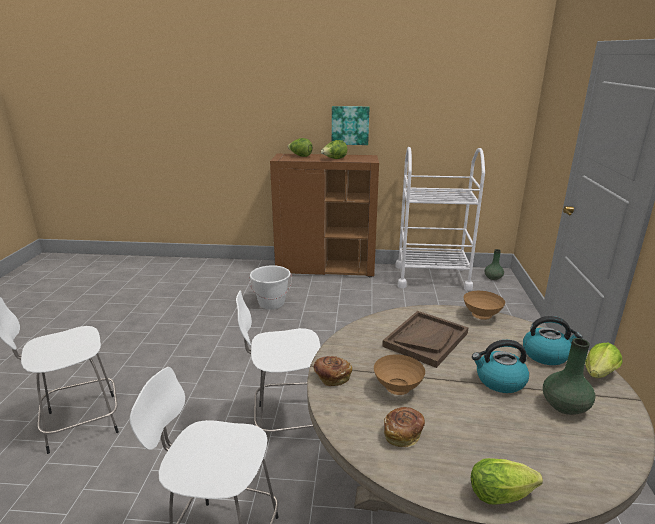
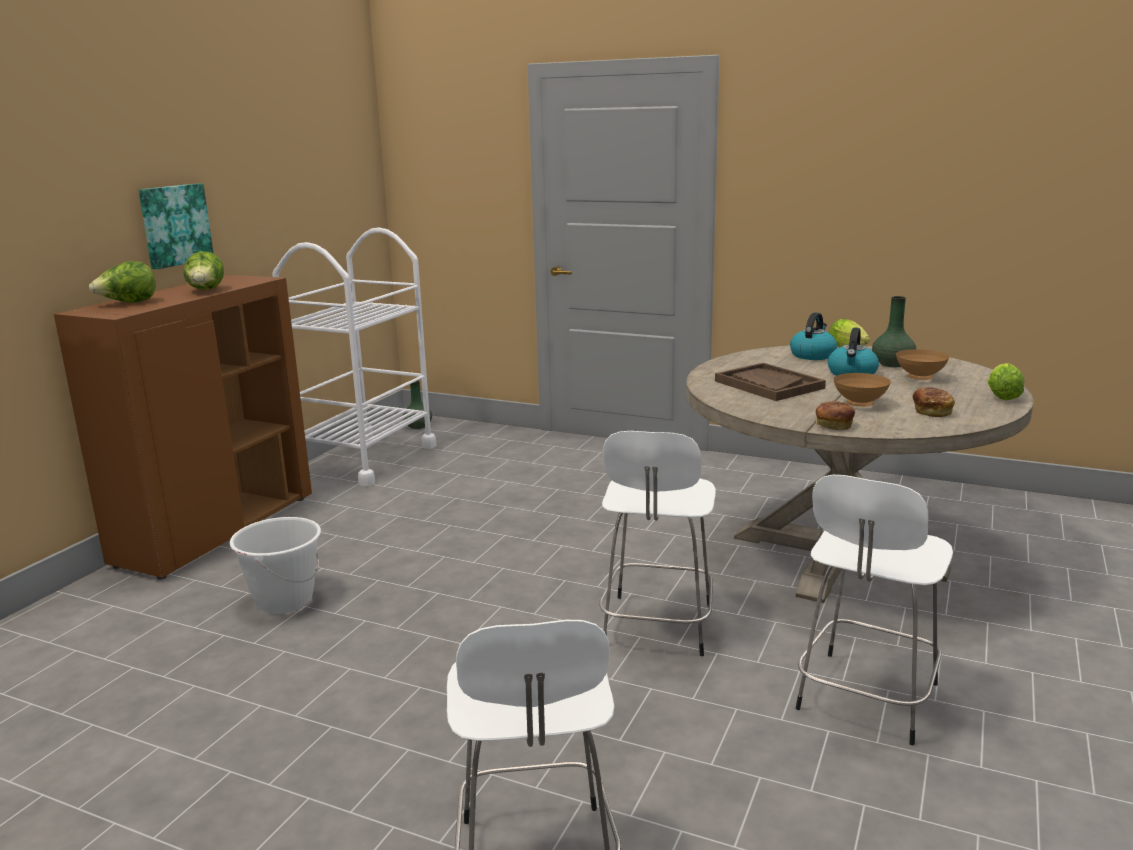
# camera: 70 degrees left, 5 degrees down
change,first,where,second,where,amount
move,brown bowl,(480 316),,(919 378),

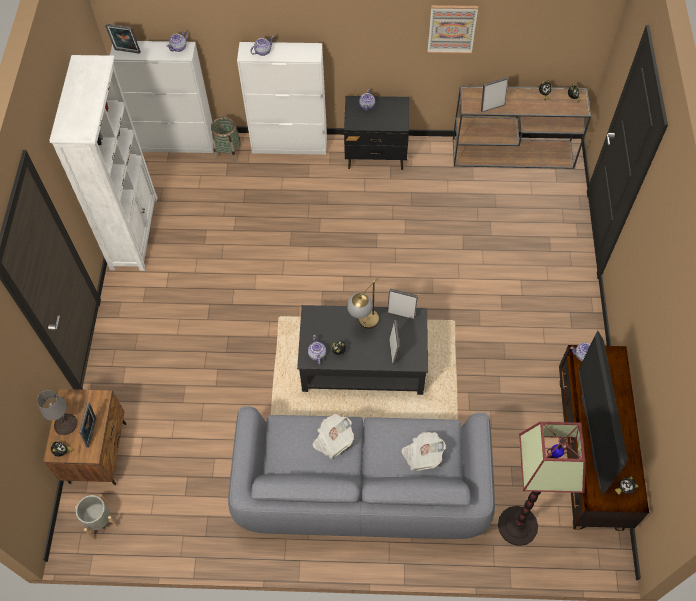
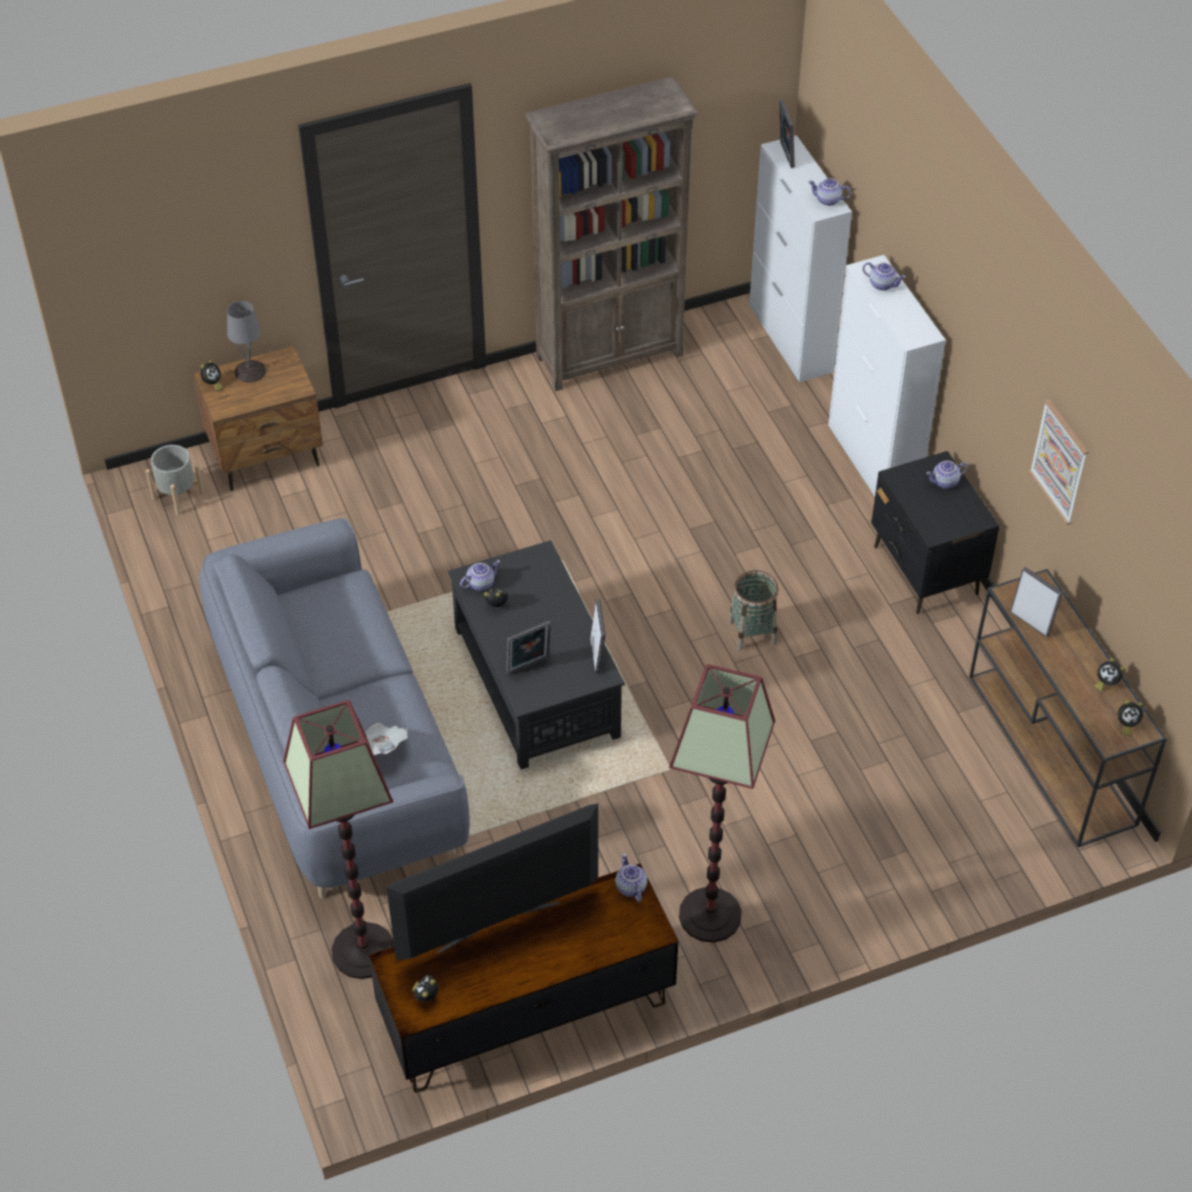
# camera: 65 degrees right, 10 degrees down
change,first,where,second,where,amount
recolor,white bookcase,(134 232),brown bookcase,(610 355),
move,basket,(228 151),,(752 632),
delete,table lamp,(363 325),,,
delete,picture frame,(93 433),,,
delete,newspaper,(332 440),,,
insert,,,floor lamp,(709 914),

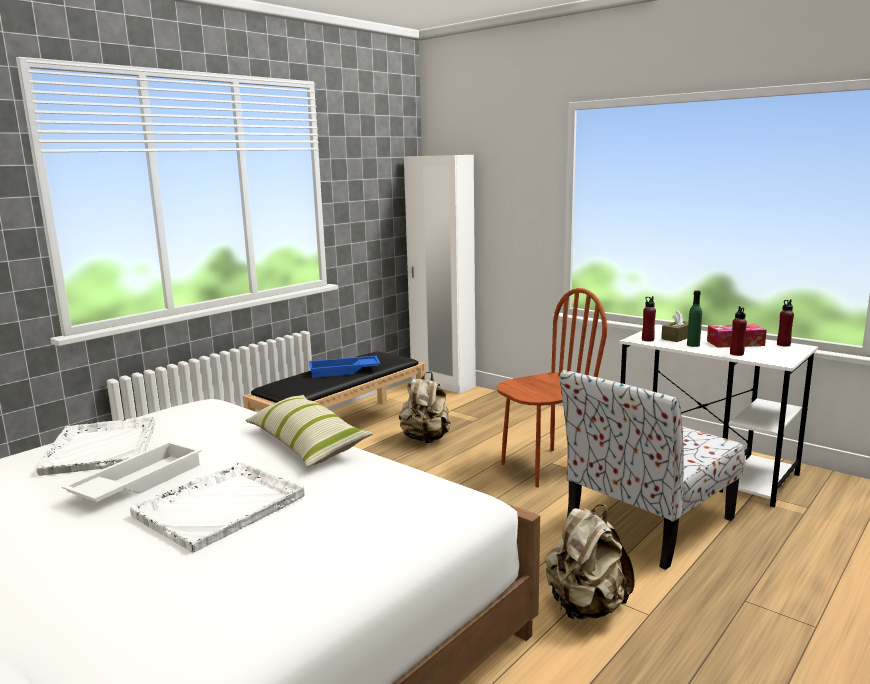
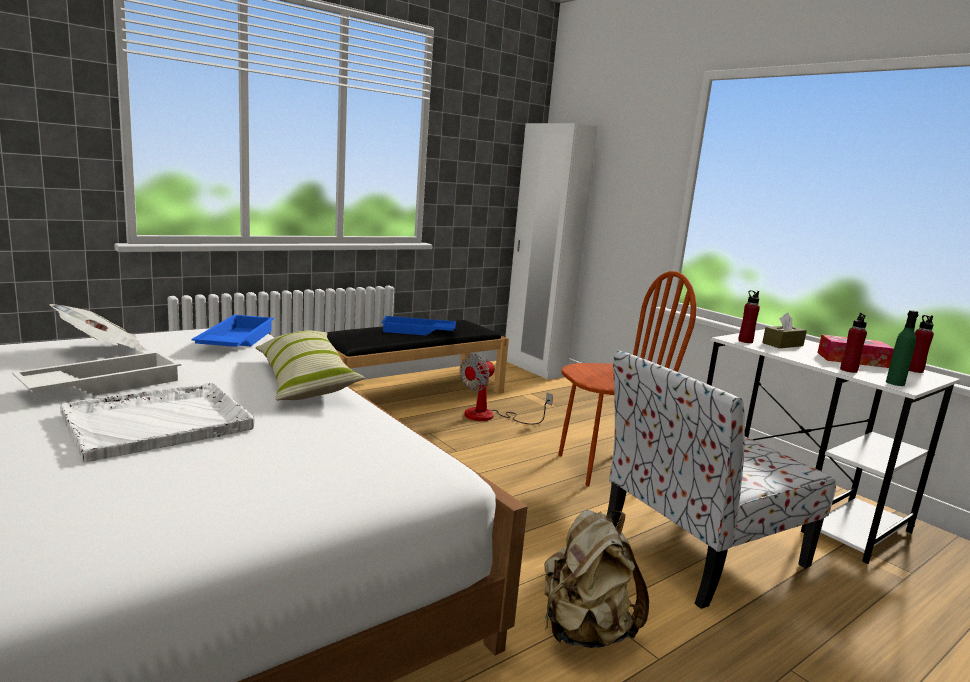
# camera: 10 degrees right, 0 degrees up
change,first,where,second,where,amount
move,green bottle,(693 345),,(895 383),
replace,beige backpack,(426 439),fan,(490 416),
replace,white tray,(102 447),newspaper,(103 349),
insert,,,blue tray,(235 341),

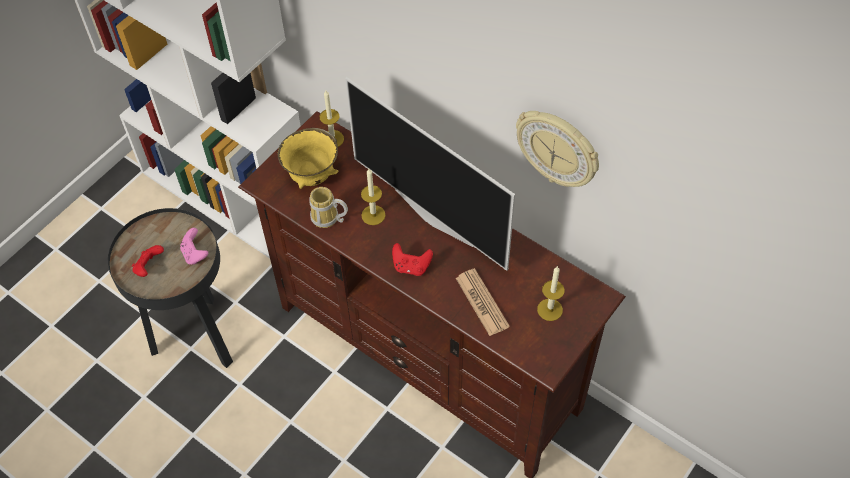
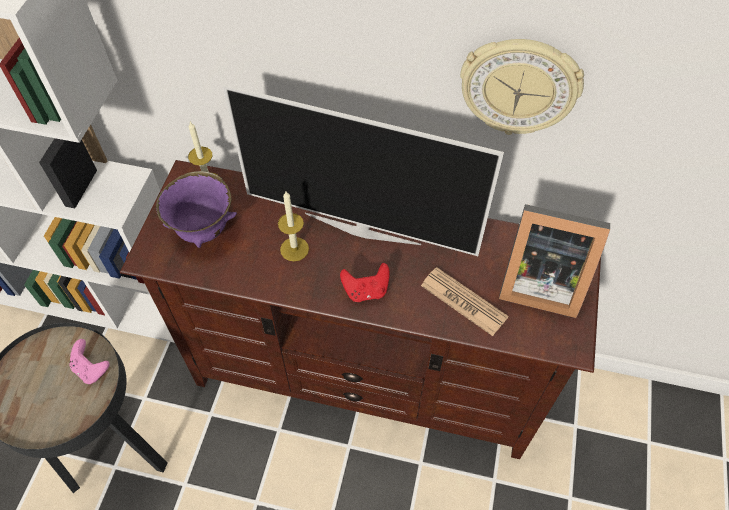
# camera: 25 degrees left, 0 degrees up
change,first,where,second,where,amount
recolor,yellow bowl,(312 176),purple bowl,(204 230),
delete,mug,(328 220),,,
delete,red game controller,(149 267),,,
replace,candle,(550 309),picture frame,(538 282),

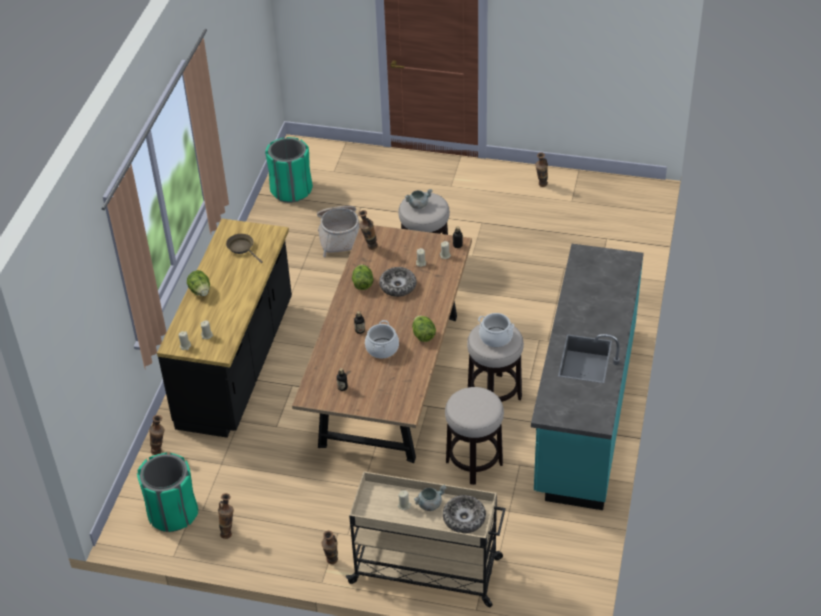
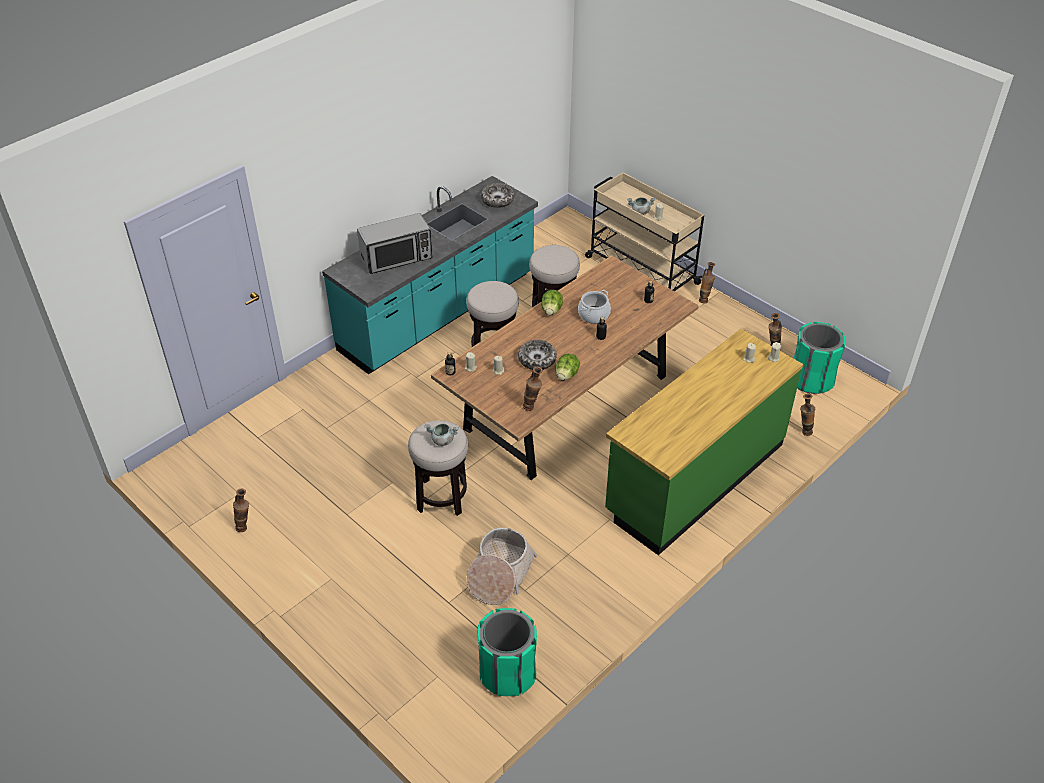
# camera: 150 degrees left, 0 degrees up
change,first,where,second,where,amount
recolor,black counter,(238 364),green counter,(694 478),
delete,brown frying pan,(242 248),,,
delete,lettuce,(200 291),,,
delete,cooking pot,(495 337),,,
move,bowl,(464 518),,(497 200),
insert,,,microwave,(397 258),

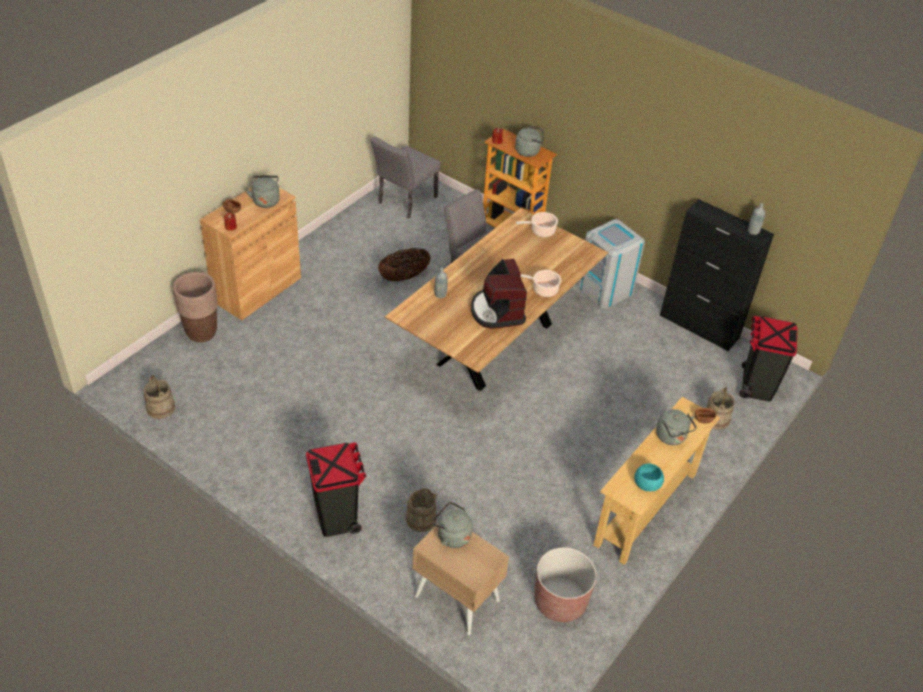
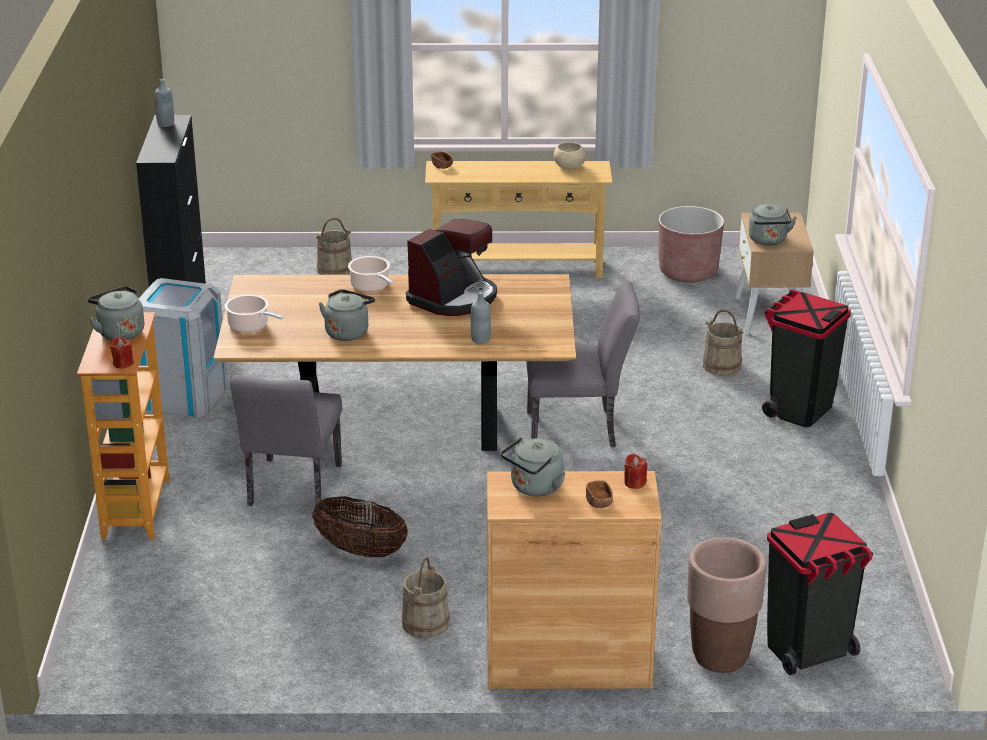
# camera: 125 degrees left, 15 degrees down
change,first,where,second,where,amount
move,grey chair,(404 202),,(579 429),
move,black trash can,(756 386),,(809 651),
move,beige bucket,(161 408),,(425 623),
move,grey kettle,(672 437),,(348 332),
recolor,turquoise bowl,(647 484),beige bowl,(569 167),

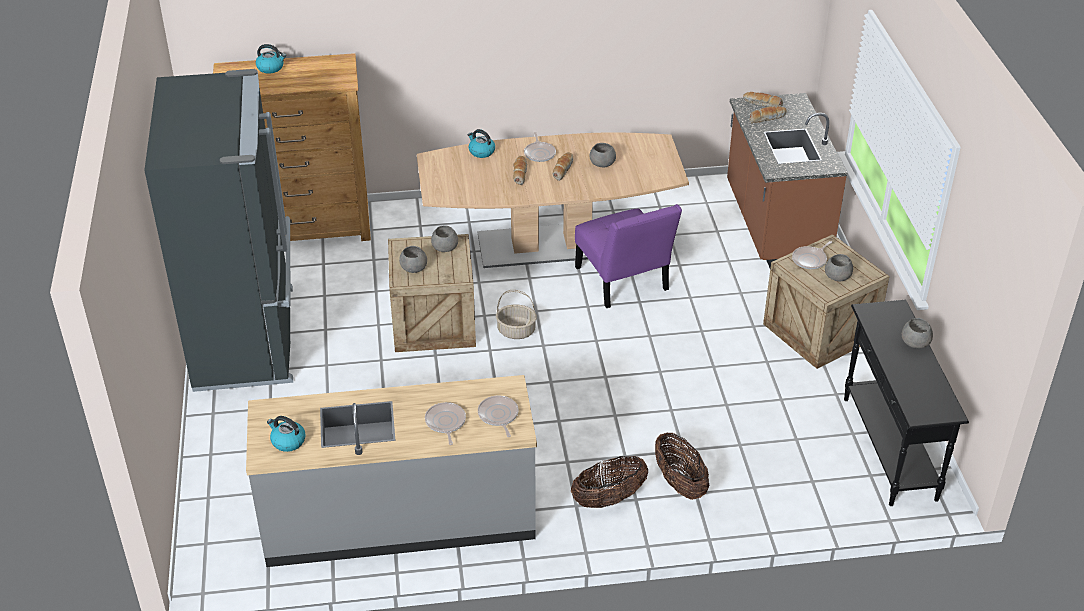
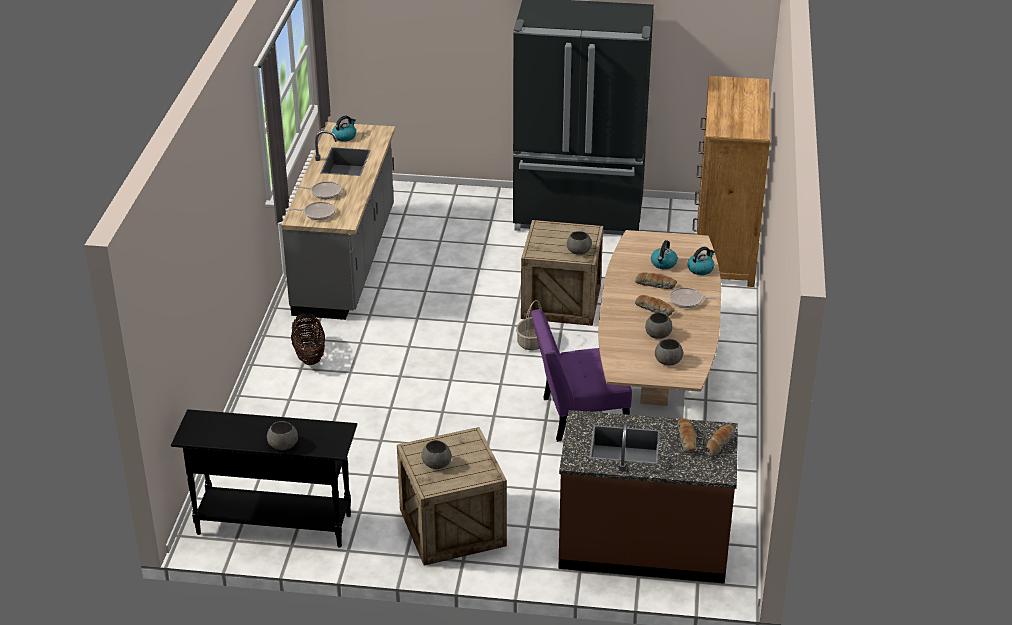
# camera: 105 degrees right, 5 degrees down
change,first,where,second,where,amount
move,kettle,(271 68),,(663 264),
delete,frying pan,(810 259),,,
move,grey bowl,(414 268),,(667 361),
delete,basket,(680 483),,,

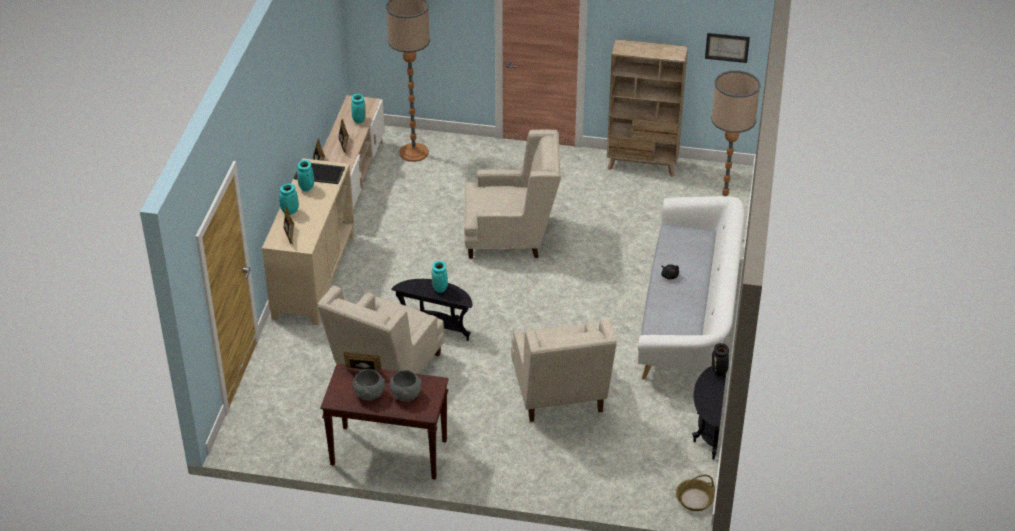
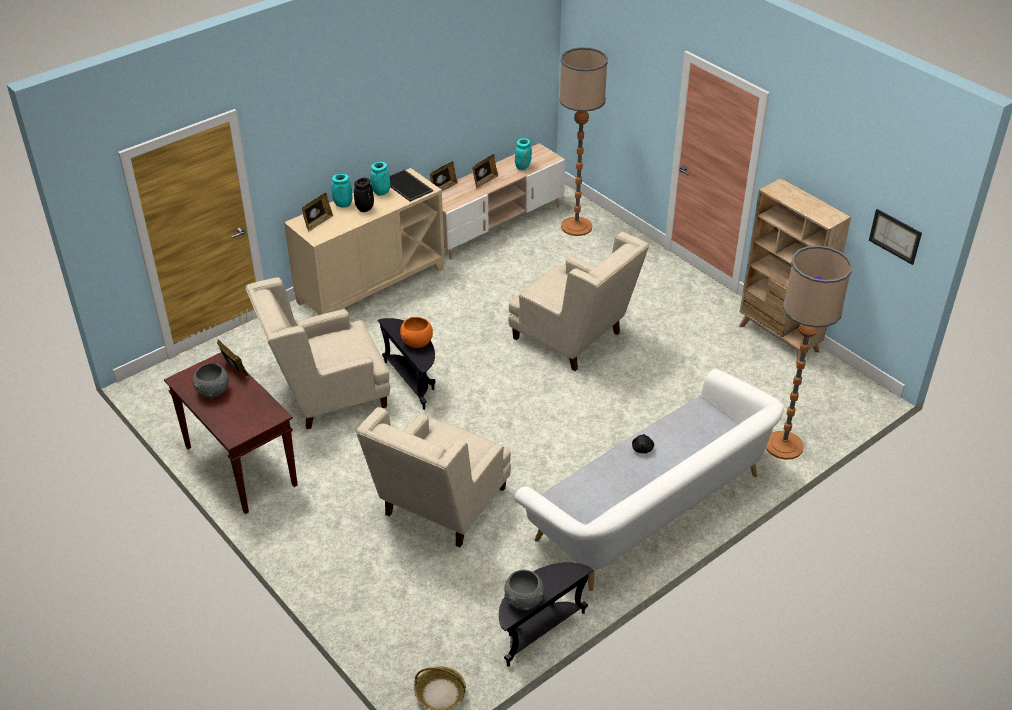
# camera: 40 degrees right, 0 degrees up
change,first,where,second,where,amount
replace,turquoise vase,(440 289),orange bowl,(416 342),
move,black vase,(719 372),,(365 209),
move,grey bowl,(406 395),,(524 601),

